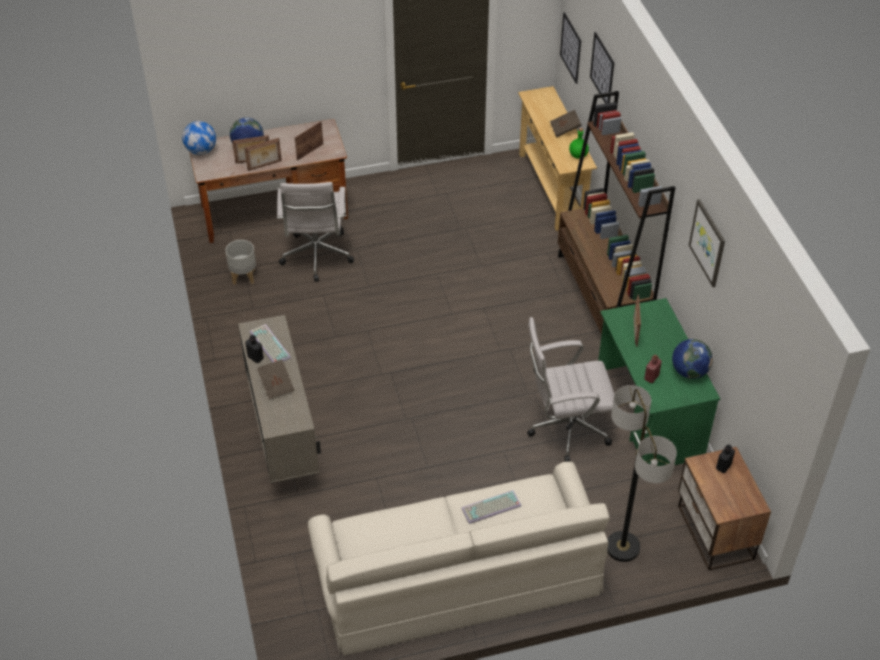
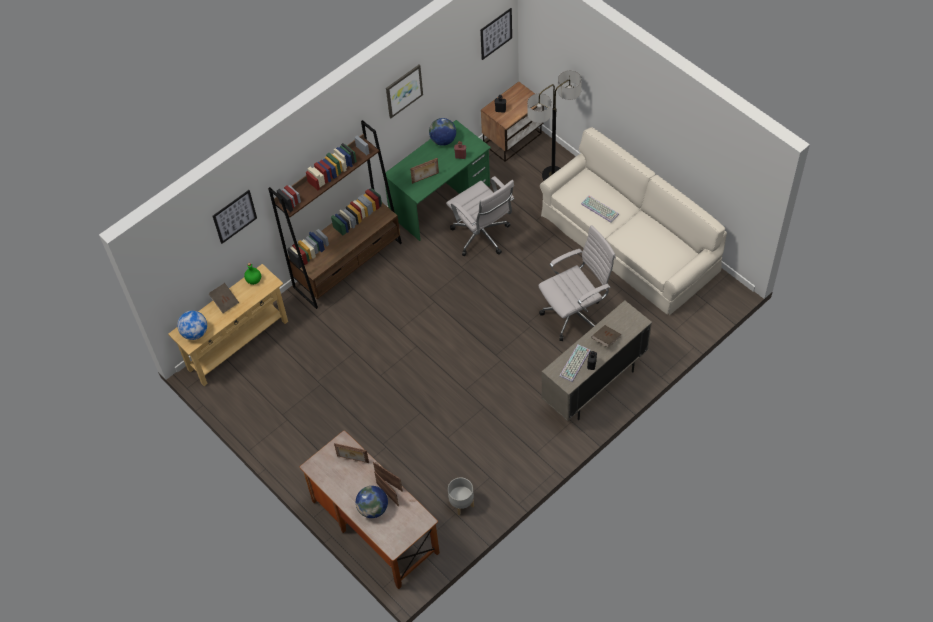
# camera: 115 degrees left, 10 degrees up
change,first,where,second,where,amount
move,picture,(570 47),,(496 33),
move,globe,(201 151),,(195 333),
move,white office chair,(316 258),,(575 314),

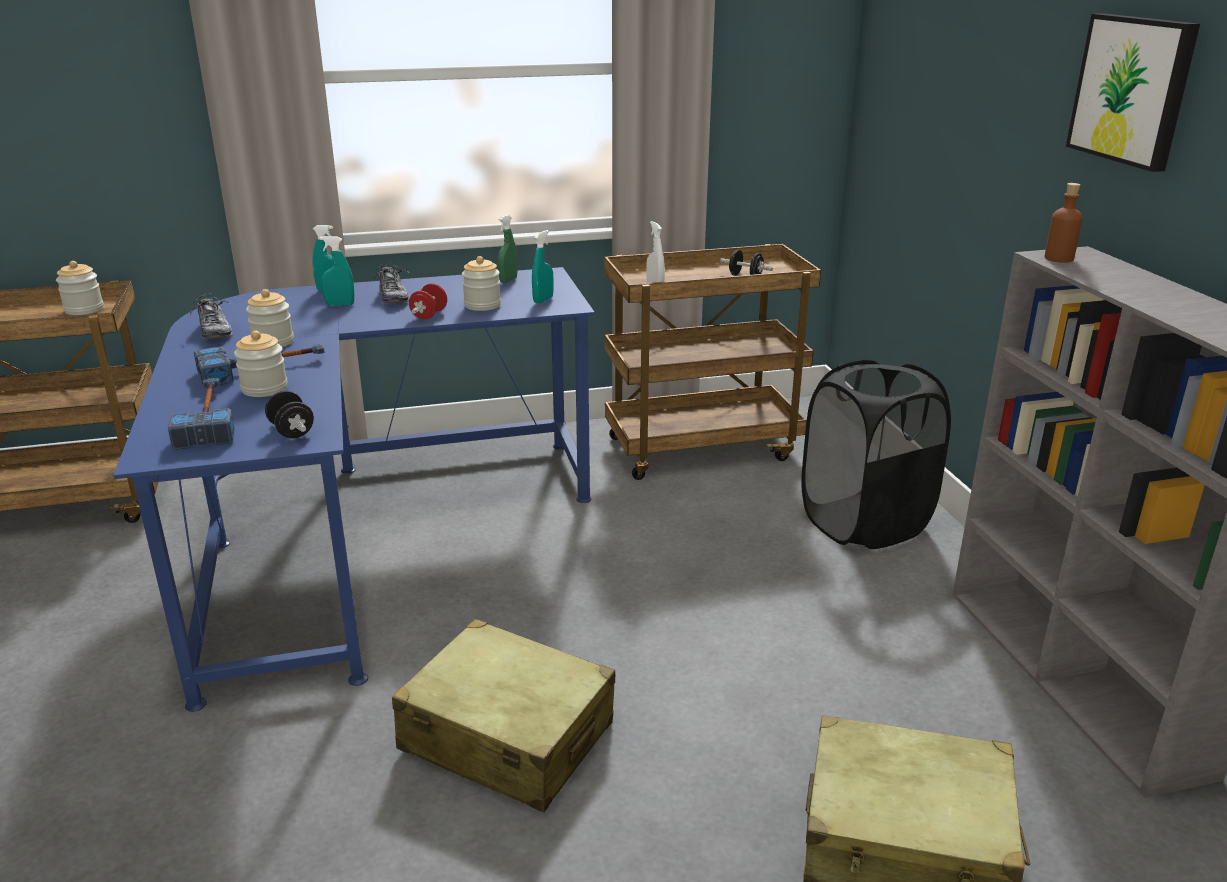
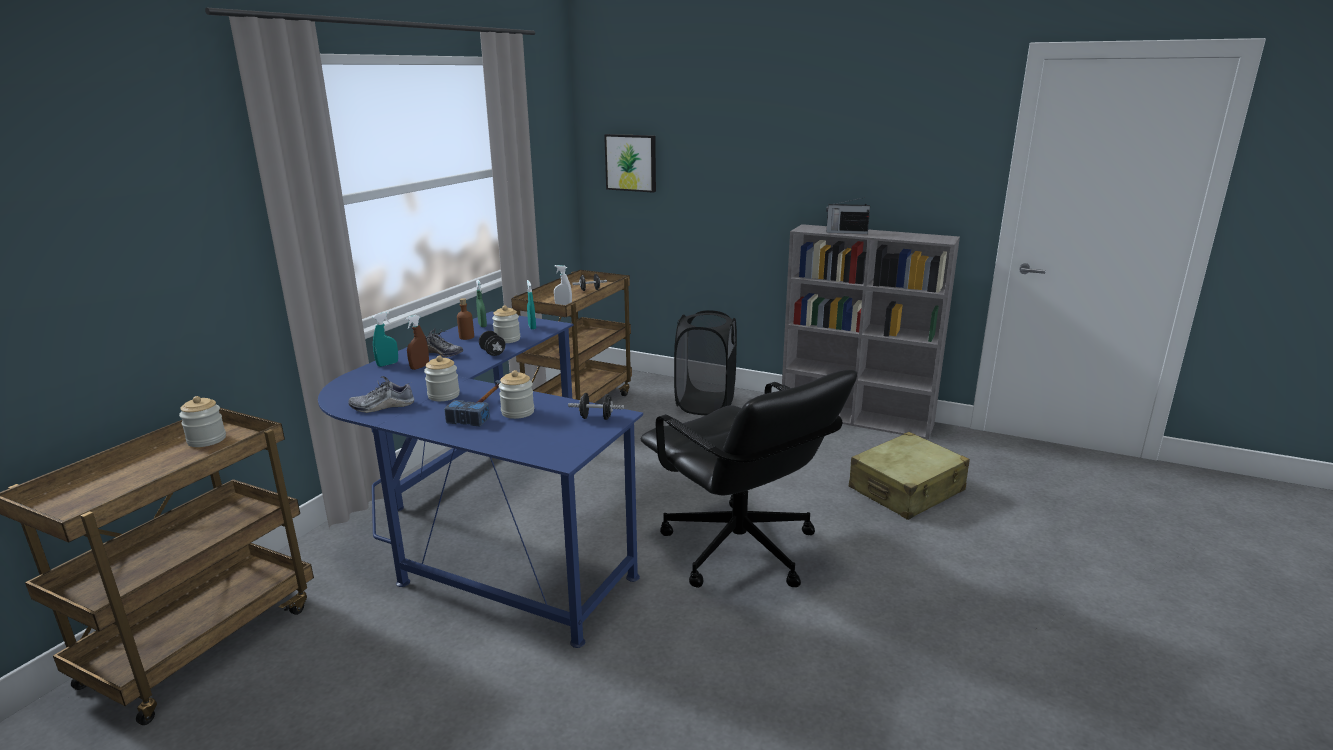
# camera: 50 degrees left, 5 degrees down
change,first,where,second,where,amount
move,picture,(1133 90),,(631 162),
move,brown bottle,(1058 258),,(466 337),
recolor,turquoise spray bottle,(340 305),brown spray bottle,(419 367),
recolor,red dumbbell,(429 315),black dumbbell,(493 353),
rotate,shoe,(214 331),,(382 406),150 degrees clockwise
delete,hammer,(208 418),,,
replace,beige suitcase,(507 737),black office chair,(739 550),
insert,,,radio,(846 232),

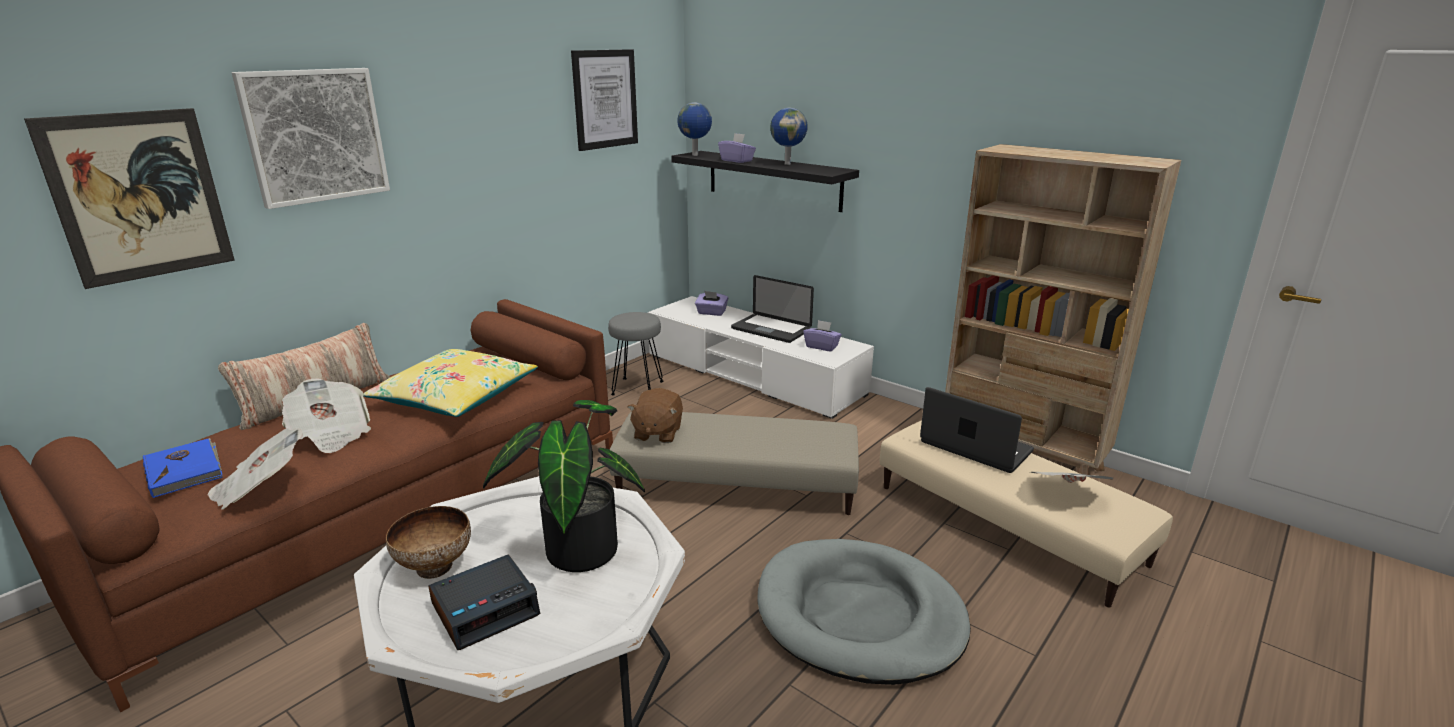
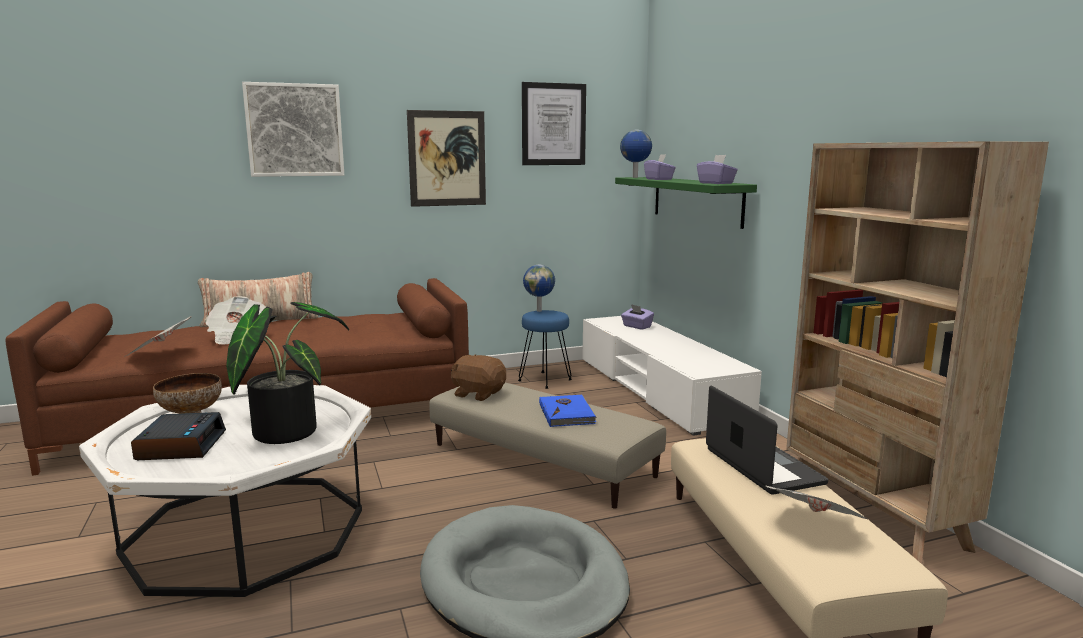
# camera: 30 degrees right, 10 degrees down
change,first,where,second,where,amount
move,picture,(139 196),,(447 158),
move,globe,(787 164),,(539 310),
recolor,black shelf,(773 180),green shelf,(696 200),
delete,laptop,(771 329),,,
recolor,grey stool,(638 388),blue stool,(545 380),
move,purple tissue box,(822 346),,(716 183),
delete,yellow pillow,(456 397),,,
rotate,brown plush toy,(657 433),,(478 394),75 degrees clockwise
move,blue book,(185 470),,(567 413),
rotate,alarm clock,(486 609),,(181 445),90 degrees counterclockwise

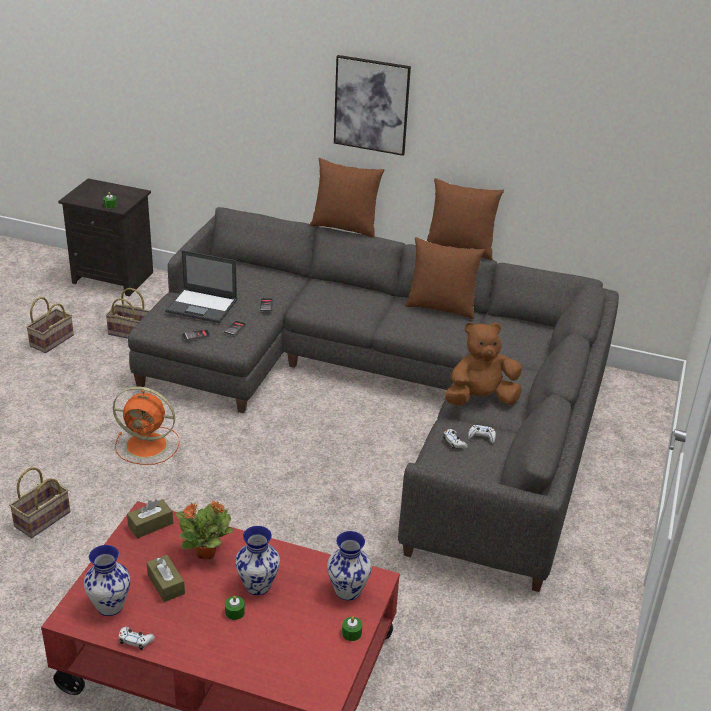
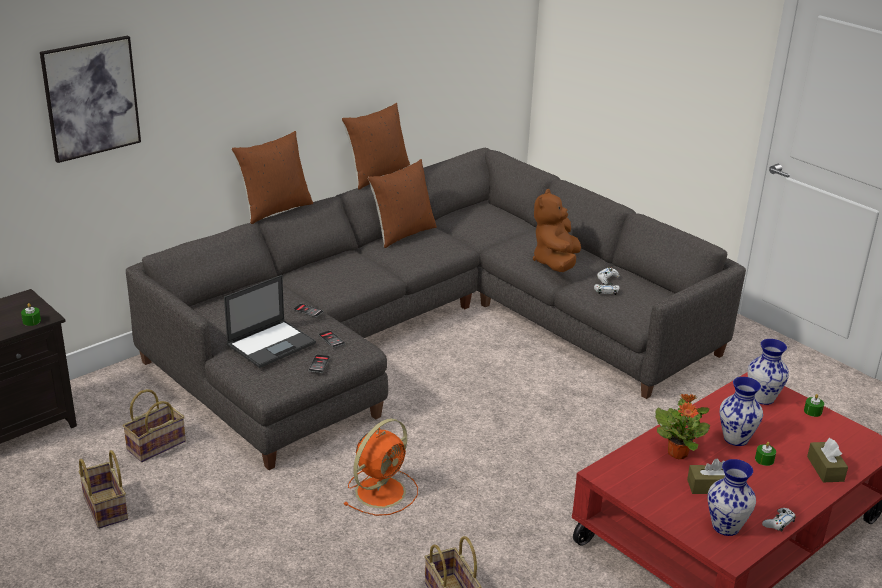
# camera: 60 degrees left, 5 degrees down
change,first,where,second,where,amount
move,picture,(371 105),,(91 98),
move,brown tissue box,(150 525),,(825 469),

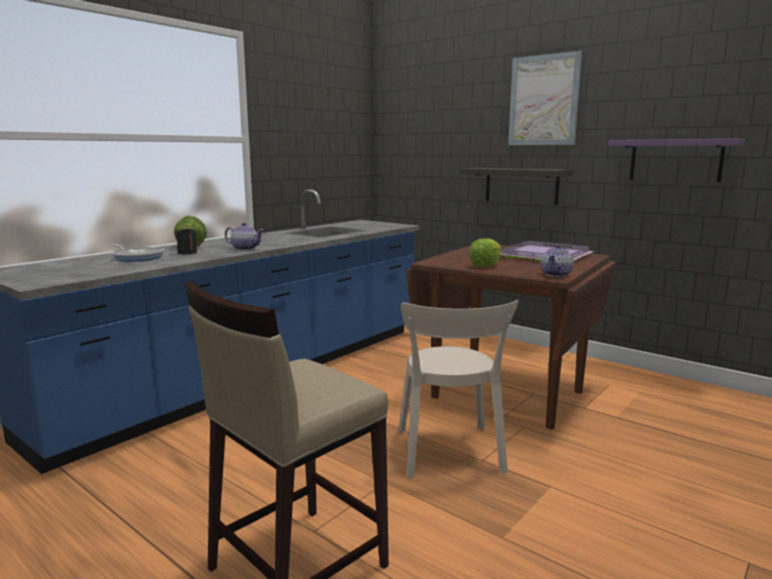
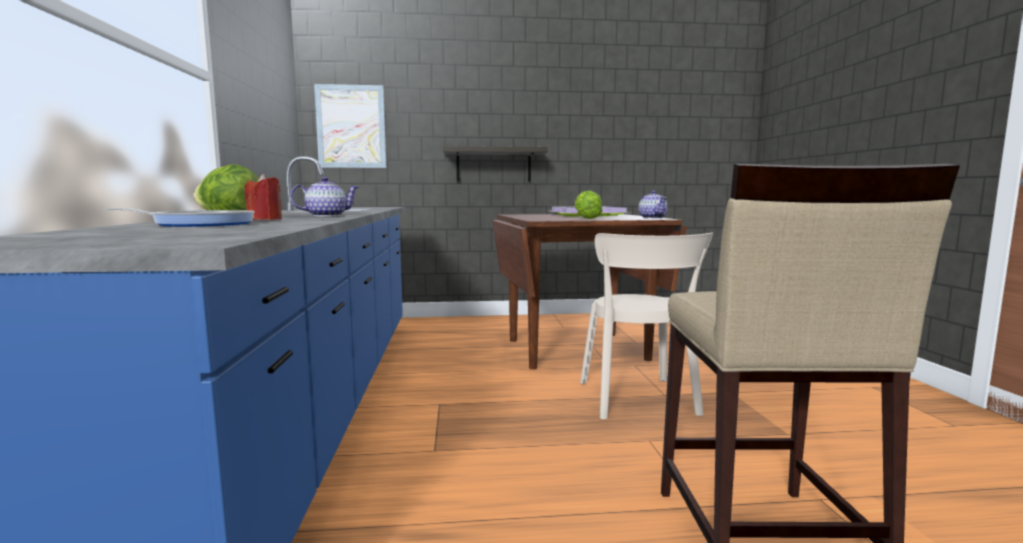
# camera: 45 degrees left, 5 degrees down
change,first,where,second,where,amount
move,picture,(543 100),,(351 127),
delete,purple shelf,(675 160),,,
recolor,black candle,(187 253),red candle,(265 220),
rotate,beige chair,(450 454),,(638 400),45 degrees clockwise

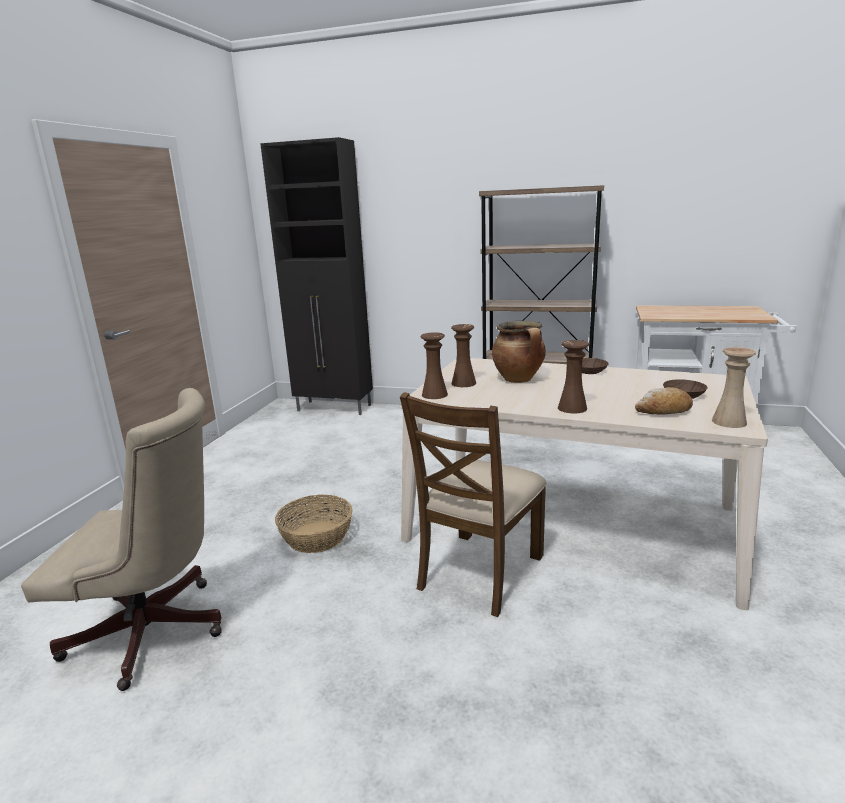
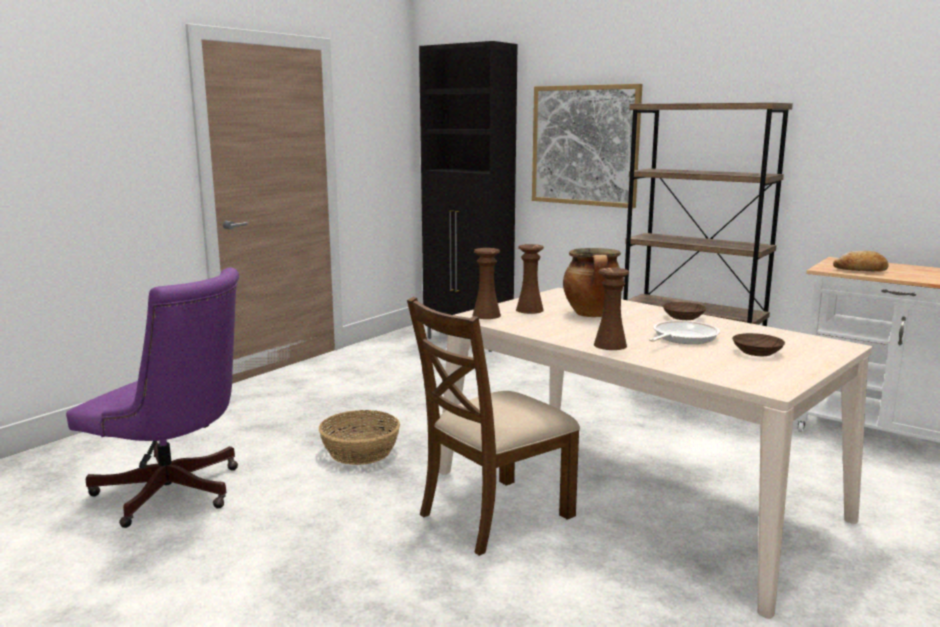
# camera: 20 degrees right, 5 degrees down
change,first,where,second,where,amount
delete,beige vase,(729 422),,,
move,bread,(663 411),,(860 270),
recolor,beige office chair,(157 633),purple office chair,(175 494),
insert,,,picture,(585 145),
insert,,,frying pan,(682 337),

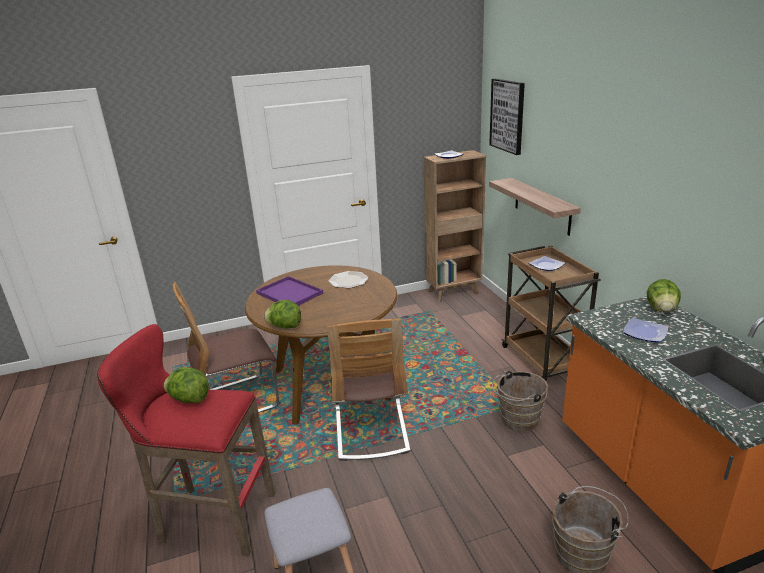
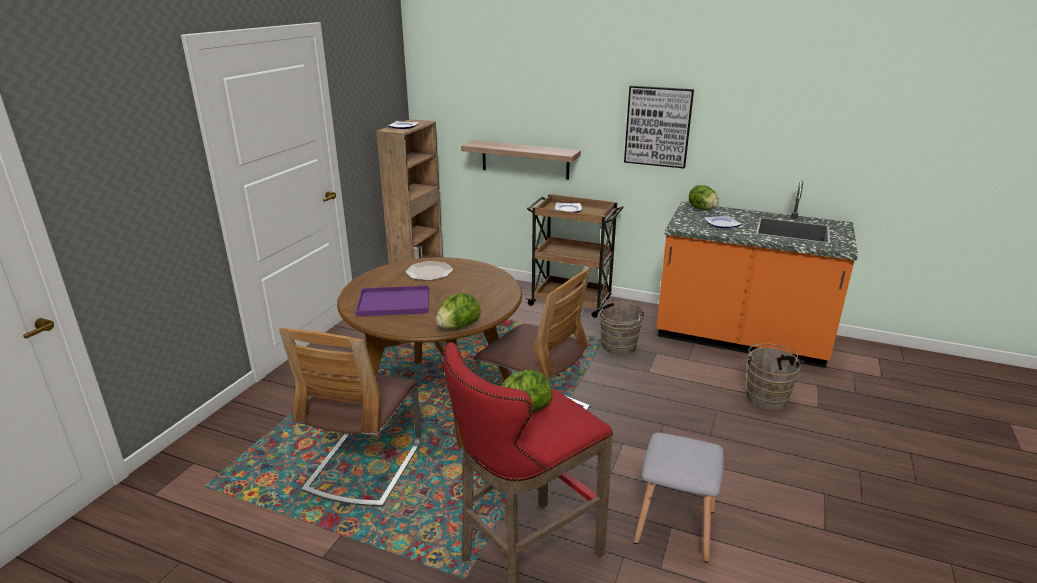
# camera: 50 degrees left, 0 degrees up
change,first,where,second,where,amount
move,picture,(507 116),,(658 126),

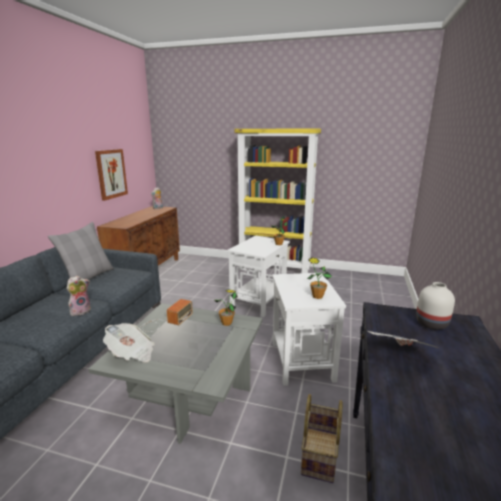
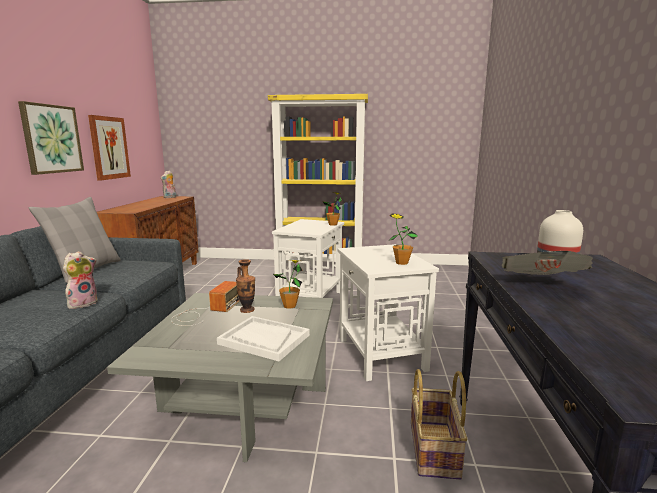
# camera: 10 degrees left, 5 degrees down
change,first,where,second,where,amount
delete,newspaper,(131 353),,,
insert,,,picture,(51 139),
insert,,,vase,(247 310),
insert,,,white tray,(264 339),

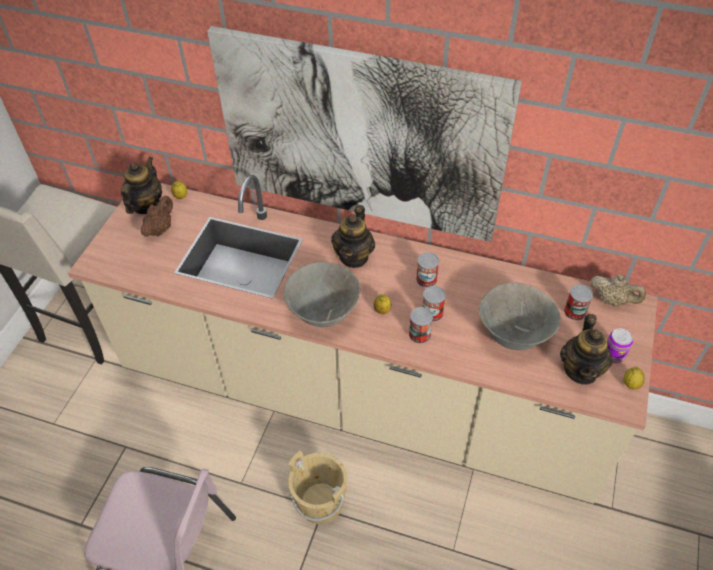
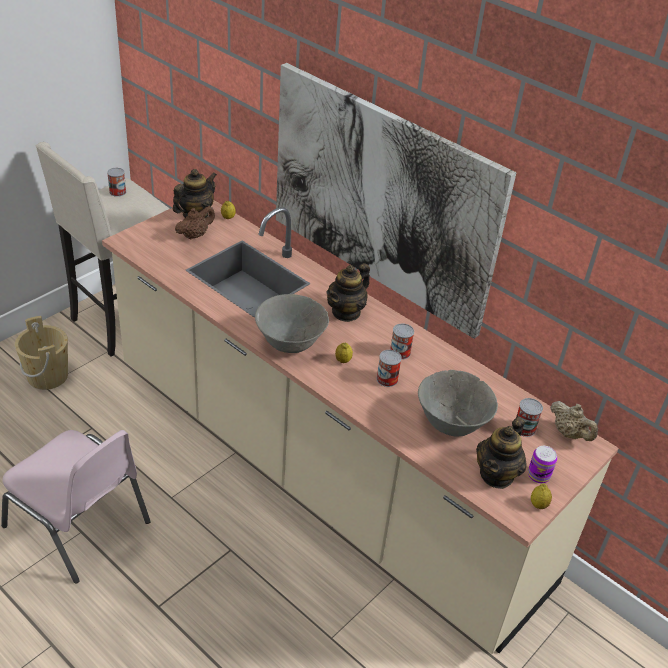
# camera: 20 degrees right, 10 degrees down
change,first,where,second,where,amount
move,can,(419 334),,(117 192),
move,beige bucket,(320 502),,(47 376),

